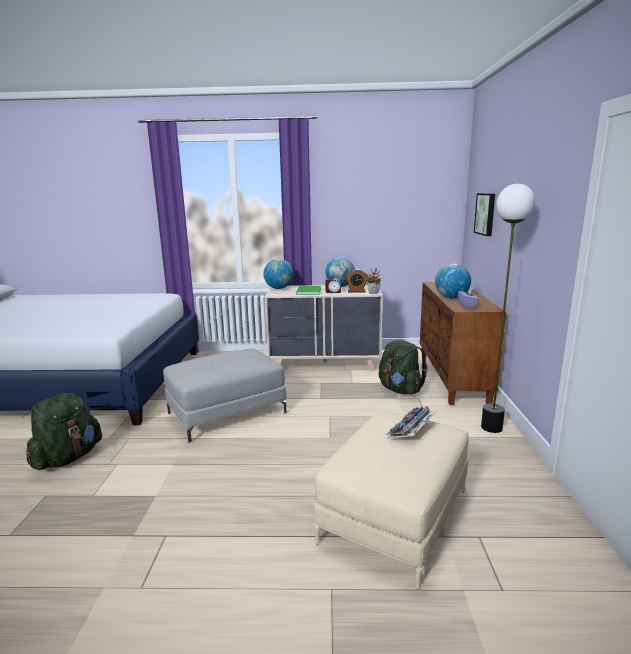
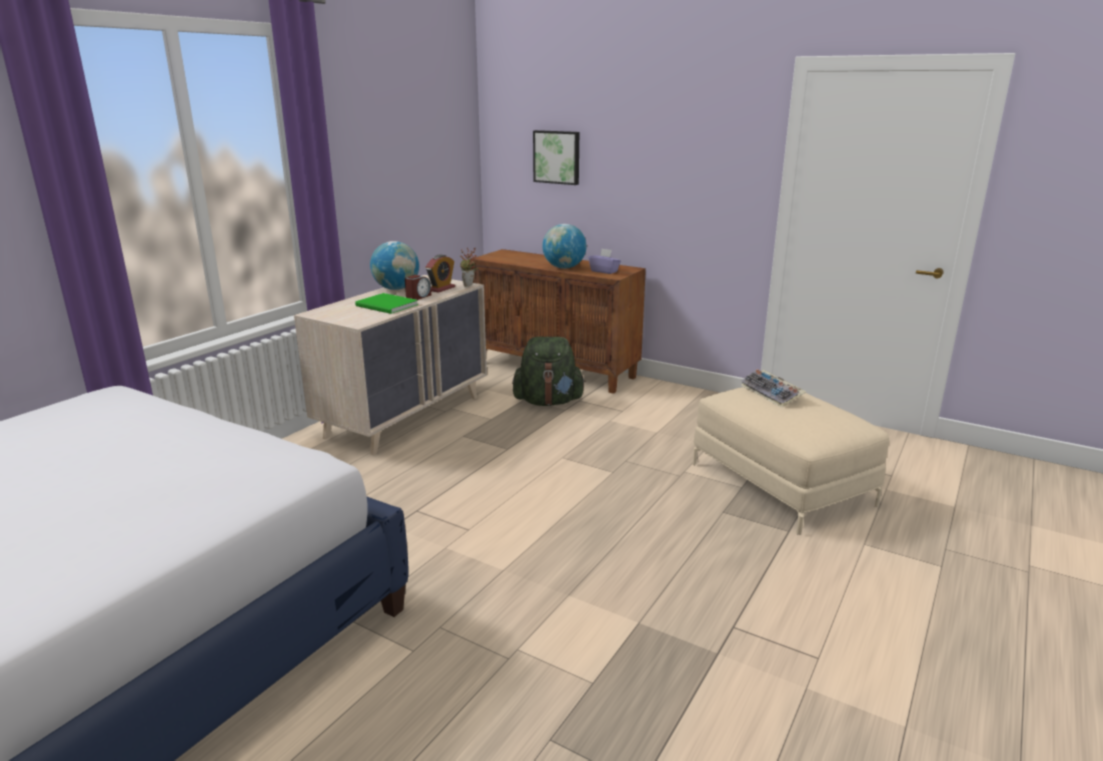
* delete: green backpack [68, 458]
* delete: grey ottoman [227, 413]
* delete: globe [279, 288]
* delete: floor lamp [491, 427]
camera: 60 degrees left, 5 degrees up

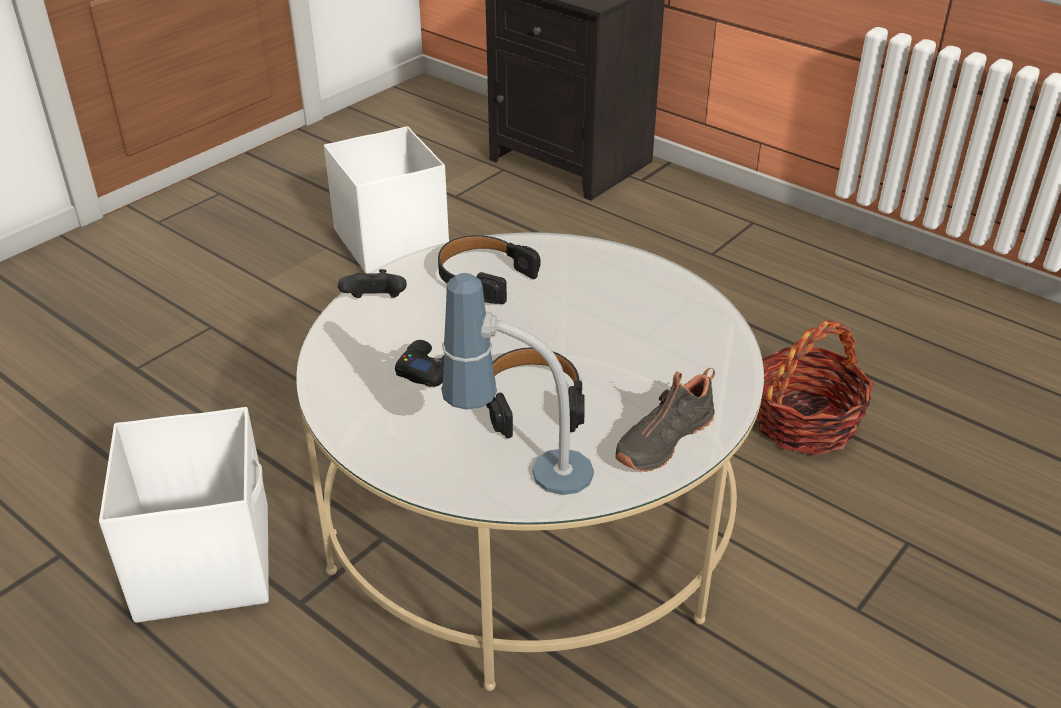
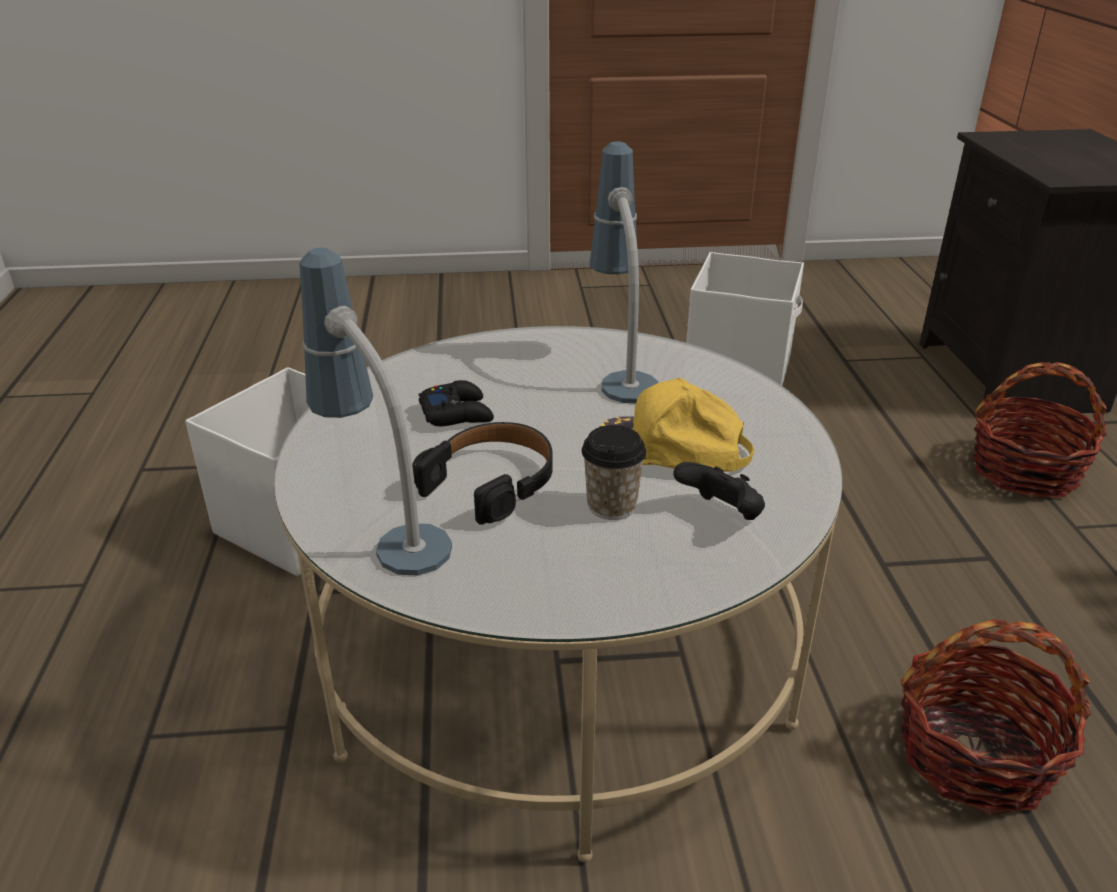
* move: black game controller [375, 302] to [721, 514]
* replace: black headphones [484, 277] to table lamp [620, 370]
* delete: black shoe [662, 439]
* insert: cup [611, 506]
* insert: yellow cap [671, 449]
* insert: basket [1025, 471]
camera: 45 degrees right, 5 degrees down

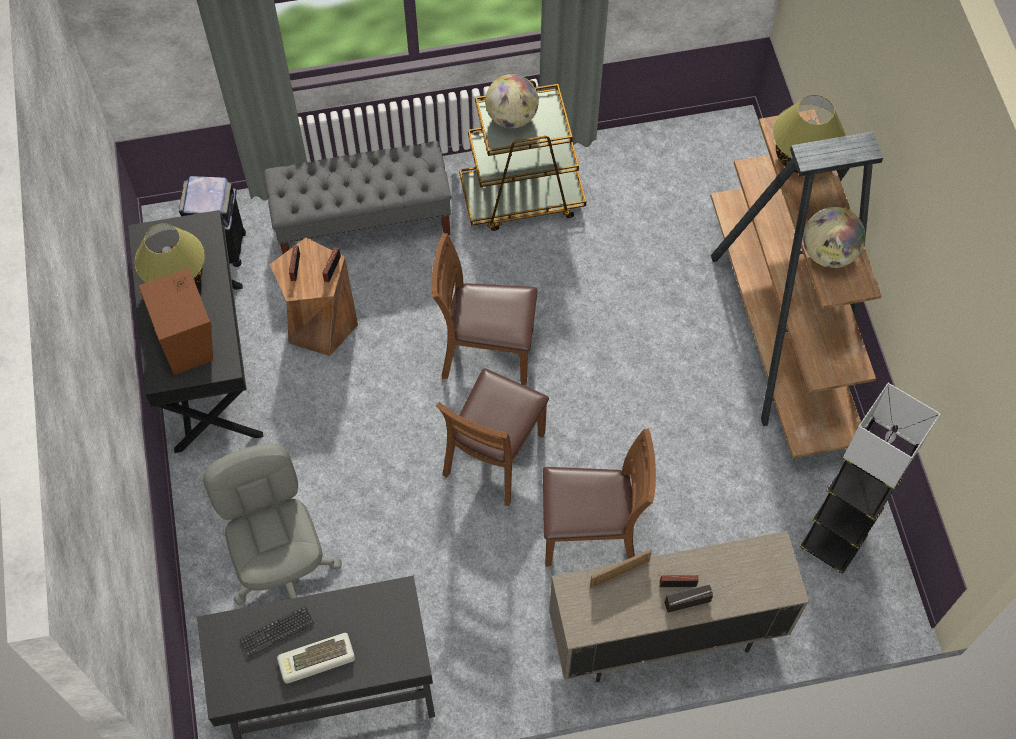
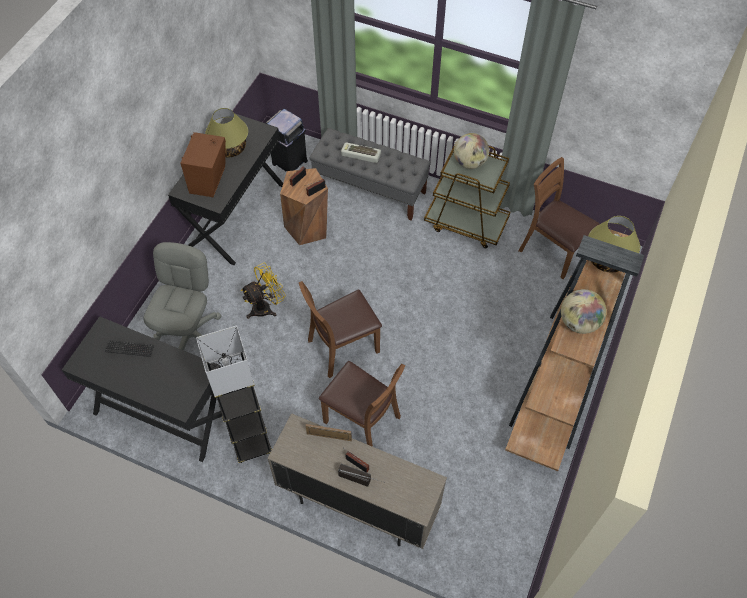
* move: keyboard [316, 661] to [360, 155]
* move: brown chair [486, 351] to [552, 251]
* move: grey floor lamp [832, 543] to [251, 444]
* insert: yellow fan [266, 307]
camera: 35 degrees right, 5 degrees down

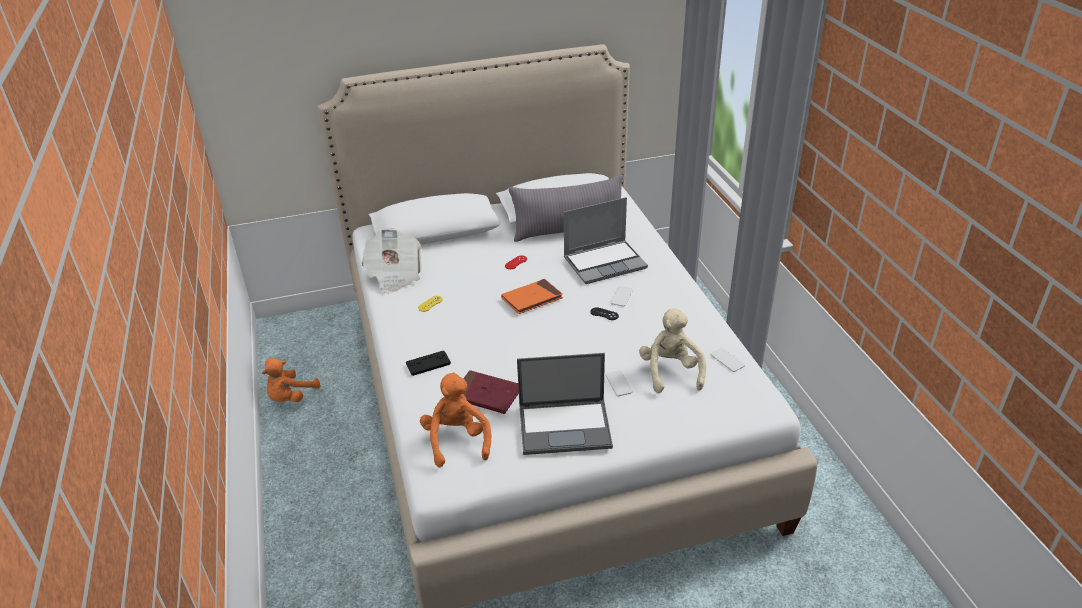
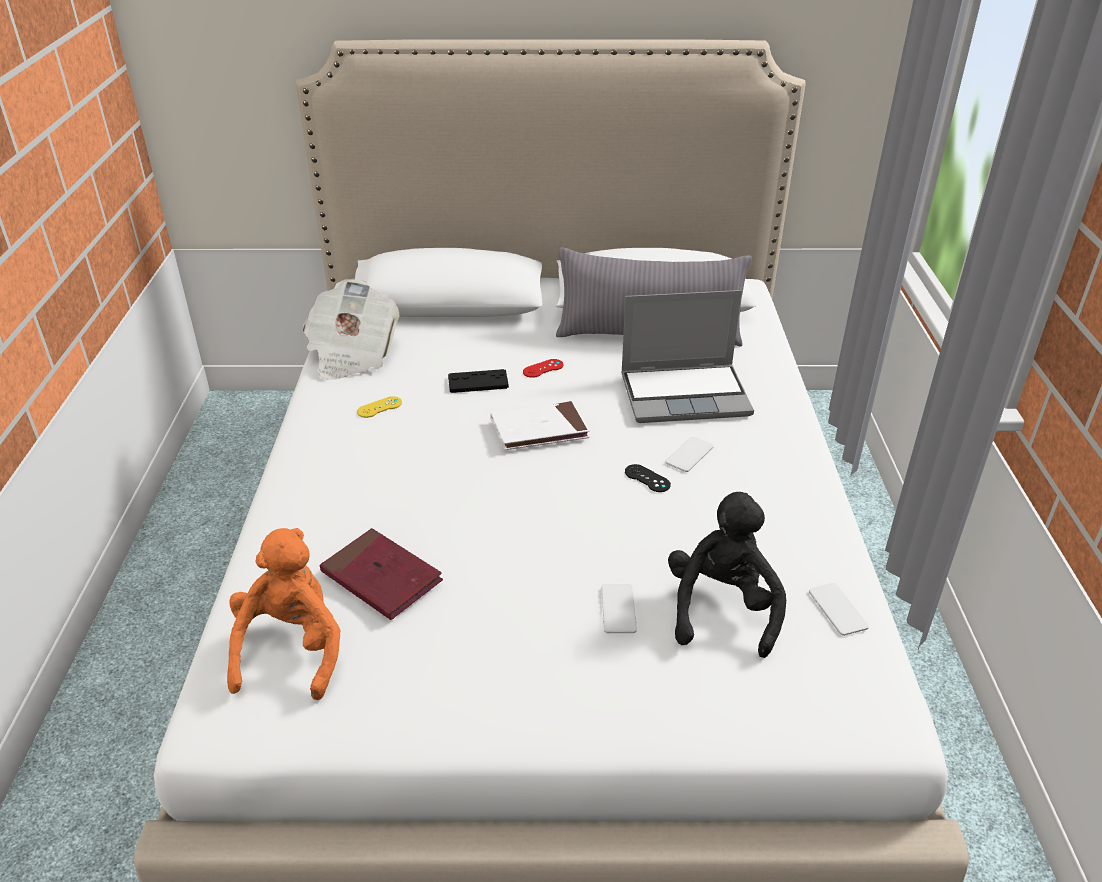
* delete: orange plush toy [291, 397]
* move: black game controller [428, 364] to [478, 382]
* recolor: orange book [532, 299] to white book [539, 430]
* delete: laptop [566, 426]
* recolor: beige plush toy [670, 372] to black plush toy [722, 608]
camera: 15 degrees right, 0 degrees up

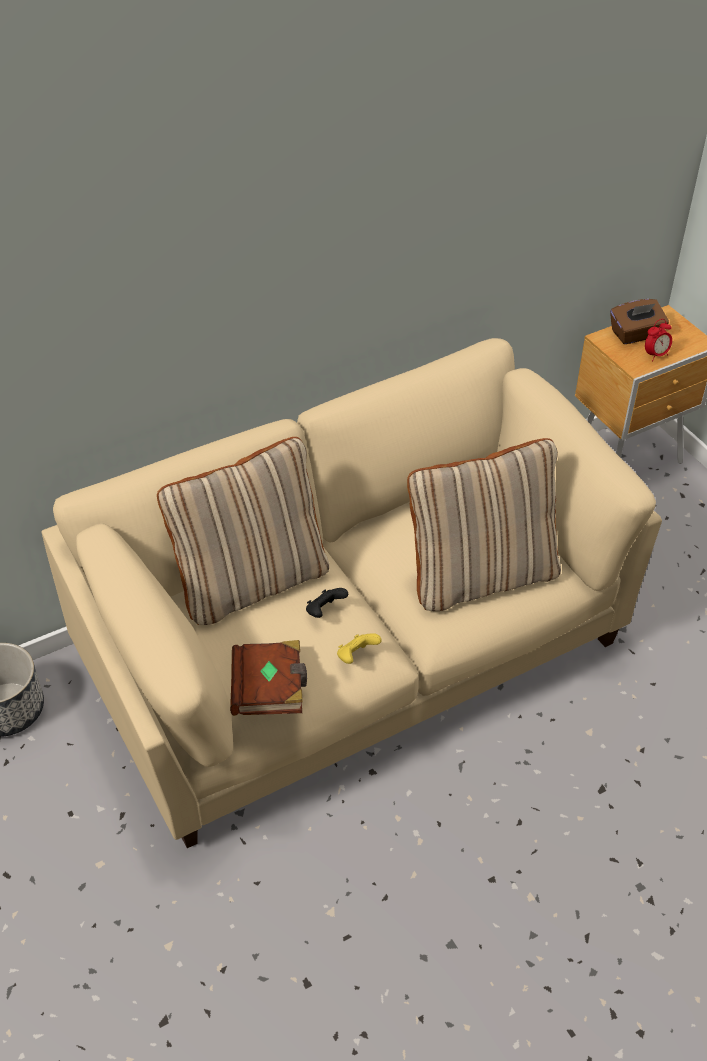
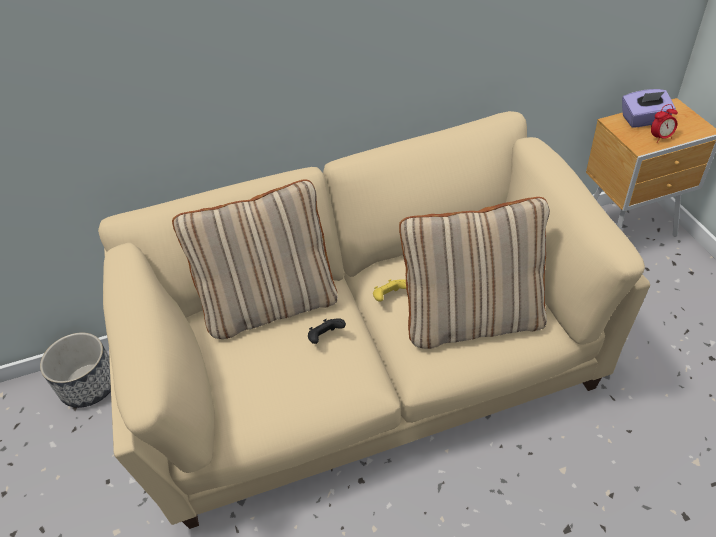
* delete: brown book [270, 691]
* move: yellow game controller [356, 656] to [389, 297]
* recolor: brown tissue box [636, 334] to purple tissue box [644, 120]
camera: 15 degrees right, 0 degrees up

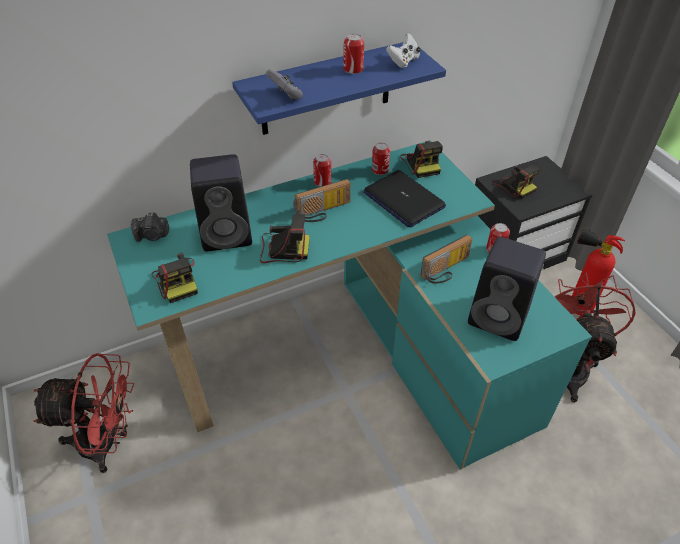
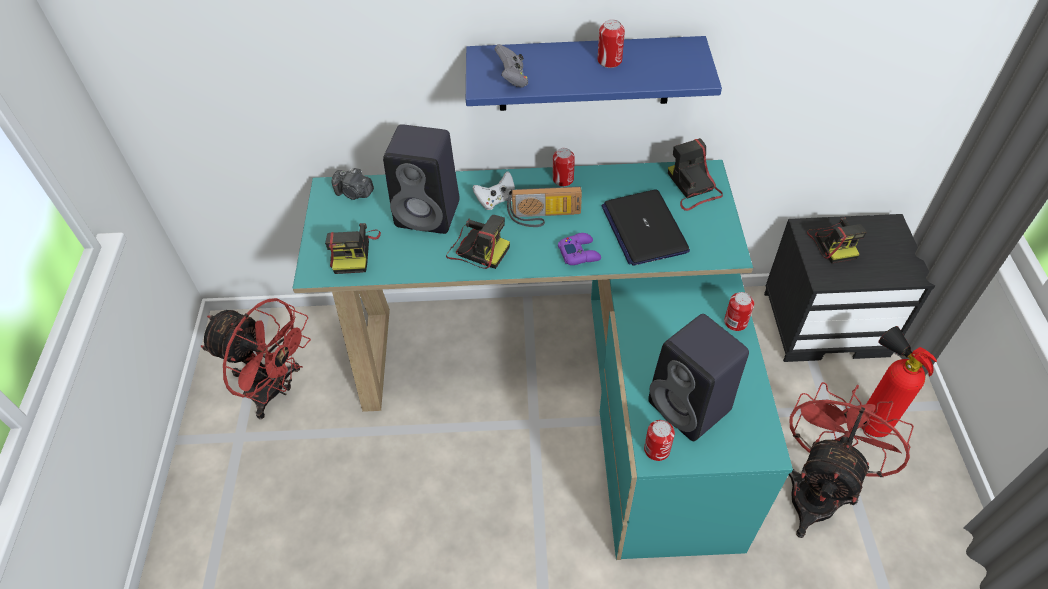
* move: can [380, 170] to [657, 449]
* move: white game controller [403, 61] to [496, 200]
* rotate: photo camera [421, 163] = [692, 188] 150 degrees clockwise
* delete: radio [447, 270]
* insert: purple game controller [579, 253]
camera: 25 degrees right, 5 degrees up

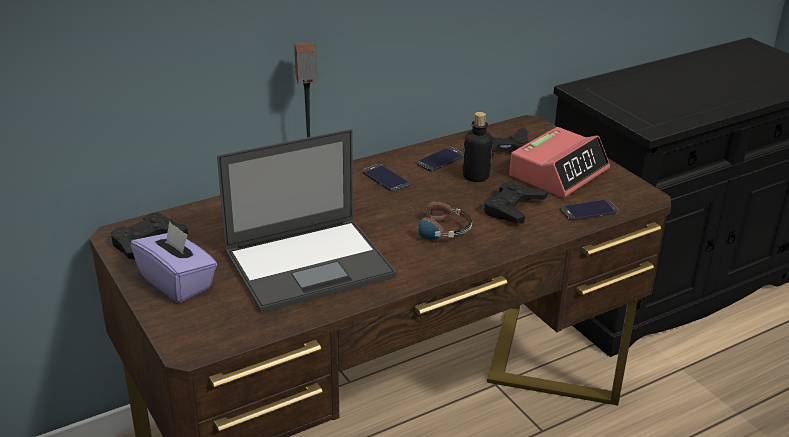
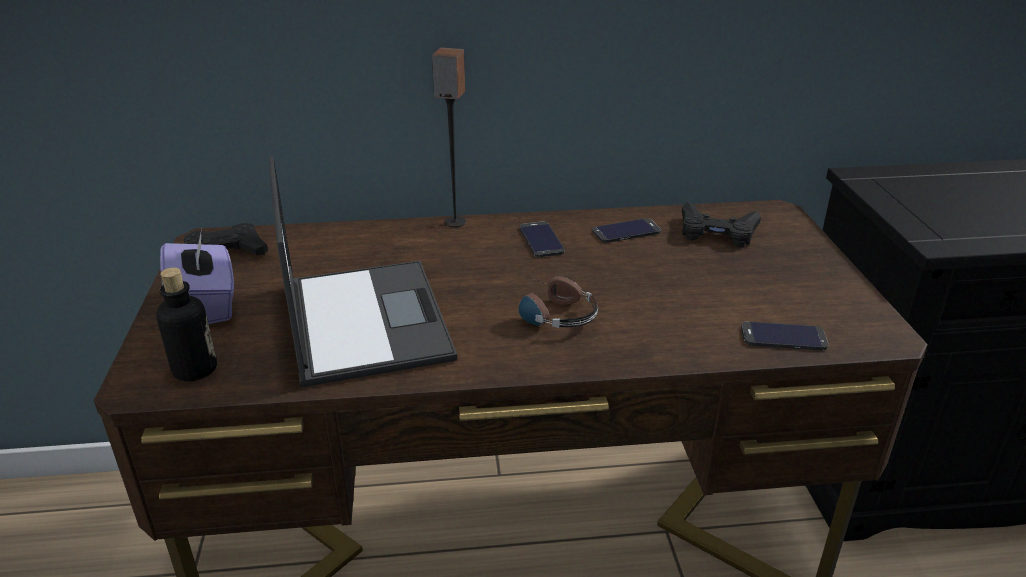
* rotate: laptop [311, 264] = [365, 319] 105 degrees counterclockwise
* move: bottle [476, 176] to [195, 369]
* delete: black game controller [513, 208]
* delete: alarm clock [559, 173]
camera: 25 degrees right, 0 degrees up

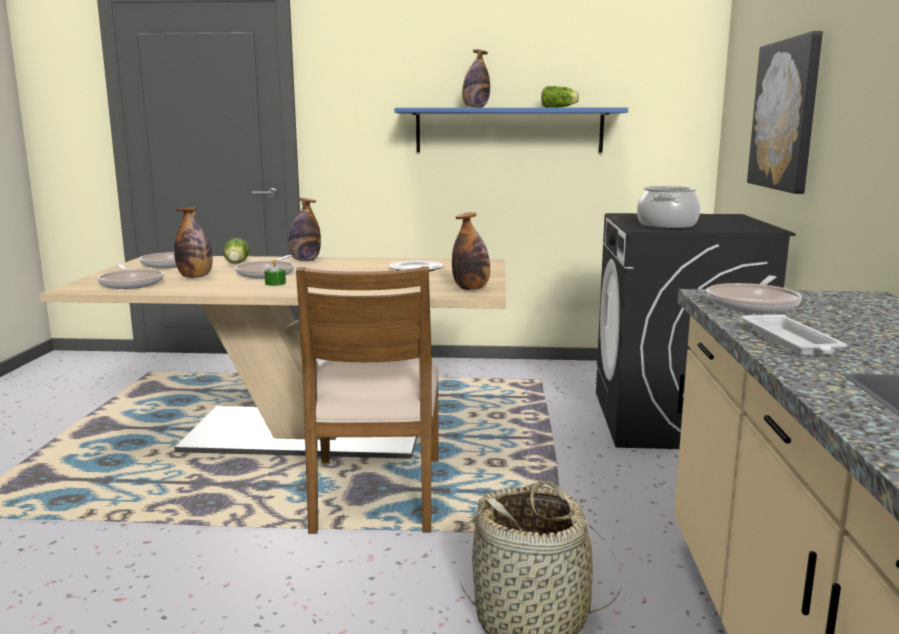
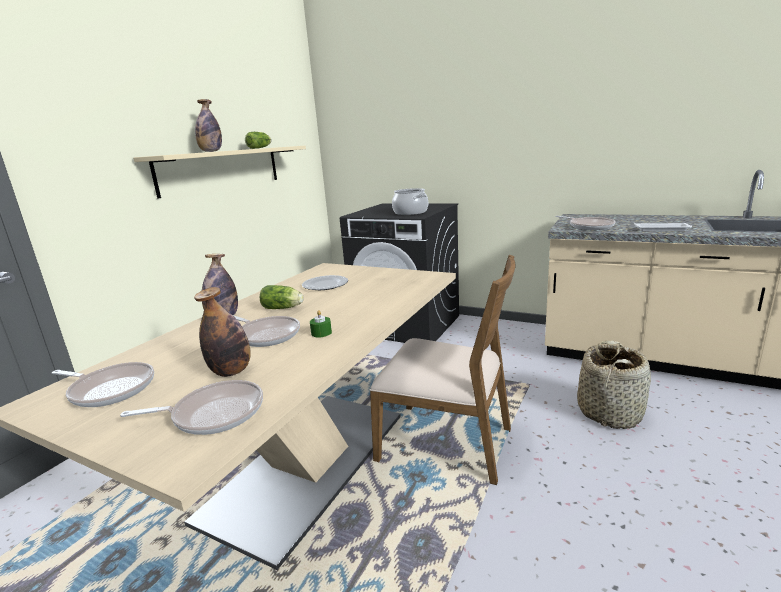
* move: lettuce [236, 264] to [283, 308]
* recolor: blue shelf [509, 130] to beige shelf [221, 169]
* delete: bottle [471, 288]
* delete: picture [785, 115]
camera: 65 degrees left, 5 degrees up

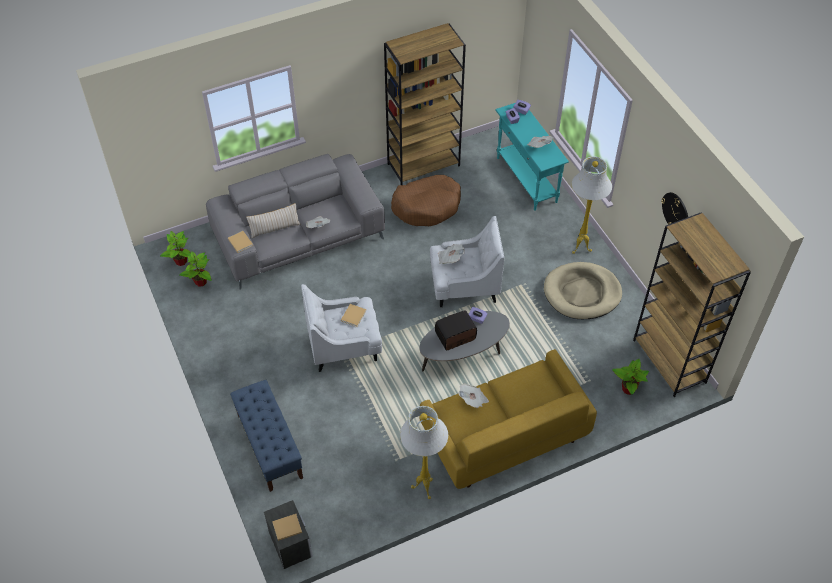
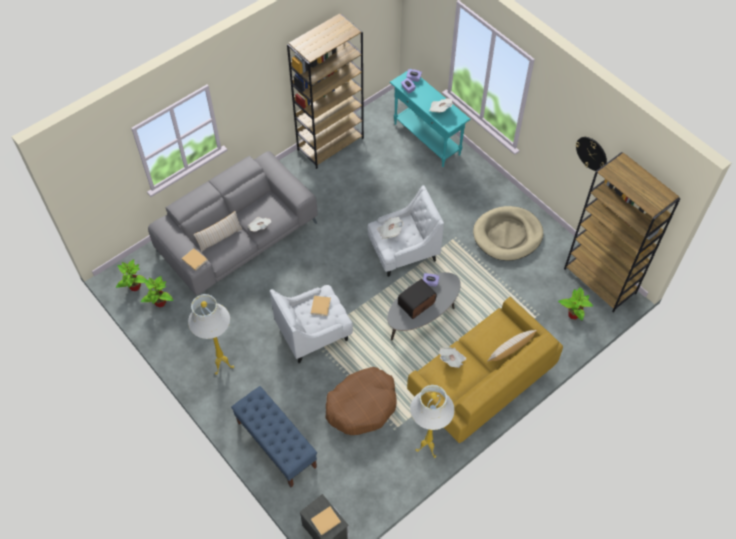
* move: brown dog bed [427, 206] to [362, 405]
* move: white floor lamp [579, 248] to [222, 366]
* insert: beige pillow [510, 350]
camera: 15 degrees left, 5 degrees up

